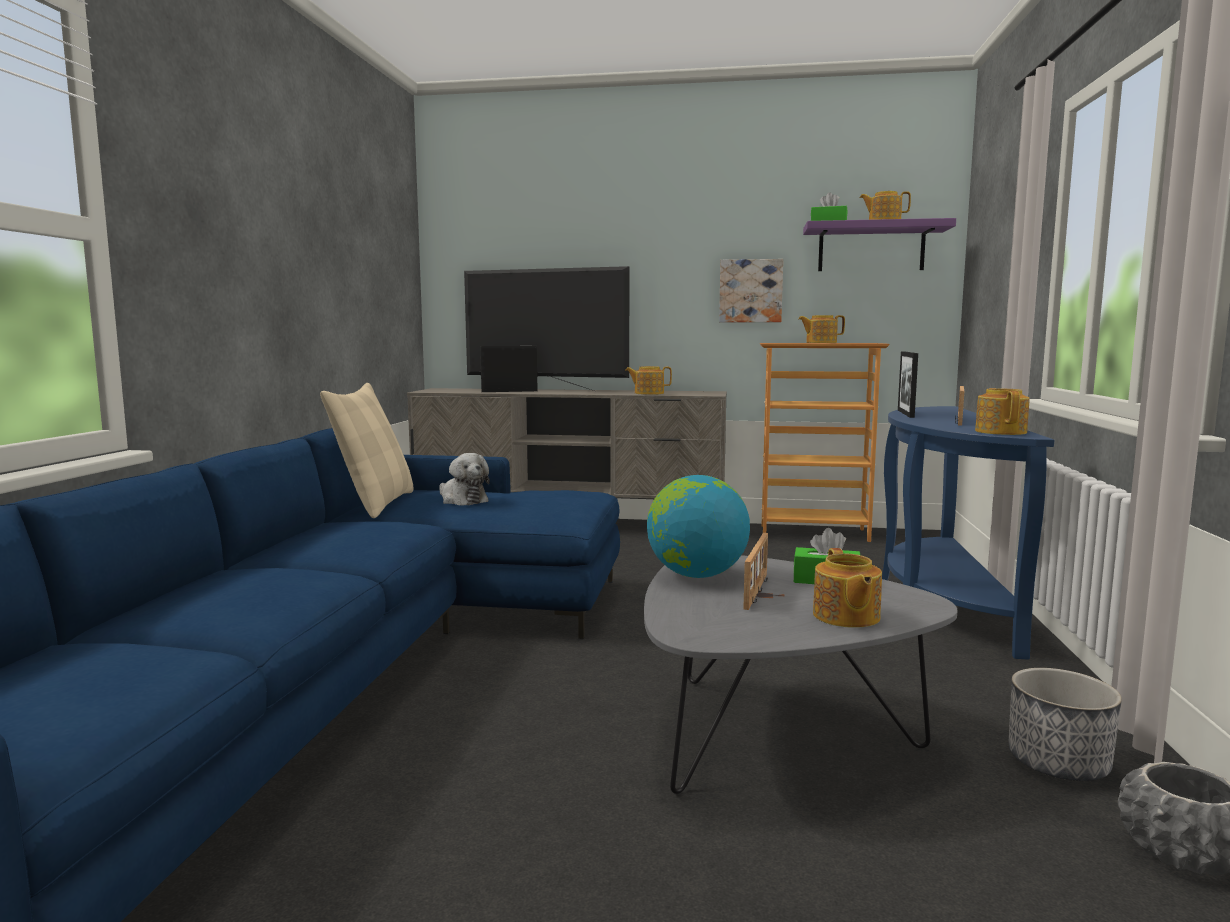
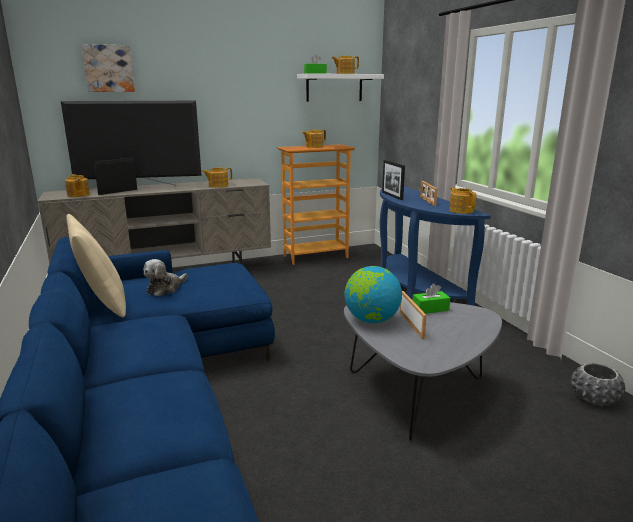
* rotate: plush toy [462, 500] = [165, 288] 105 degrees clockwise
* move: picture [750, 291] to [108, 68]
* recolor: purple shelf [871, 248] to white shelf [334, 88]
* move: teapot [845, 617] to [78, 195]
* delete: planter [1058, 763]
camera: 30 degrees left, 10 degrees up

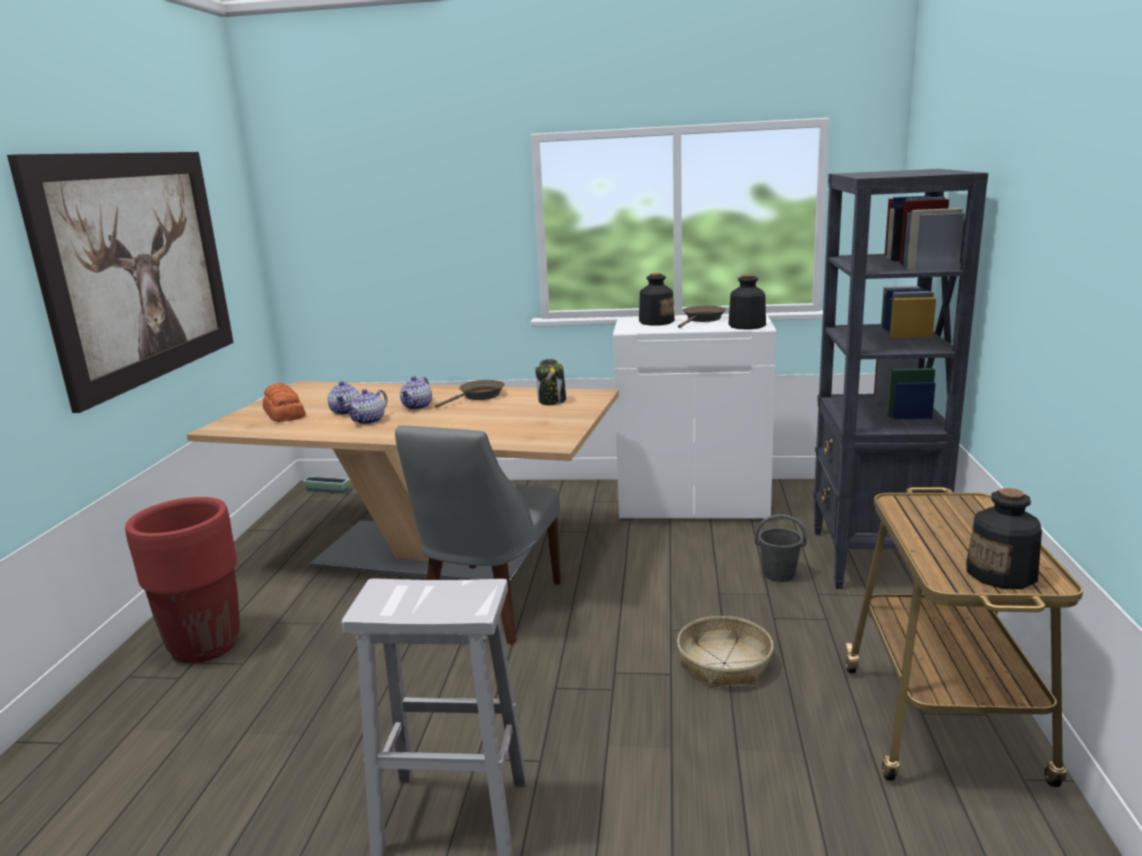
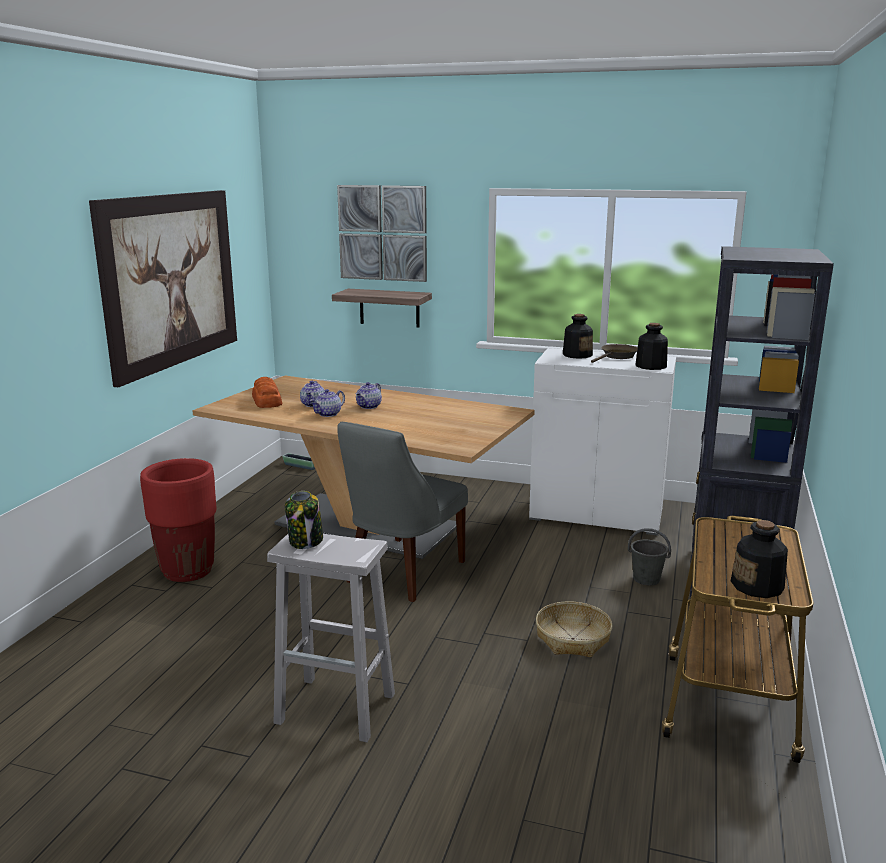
* delete: brown frying pan [479, 396]
* move: jar [552, 401] to [306, 541]
* insert: shelf [389, 308]
* insert: picture [382, 233]
camera: 10 degrees right, 0 degrees up

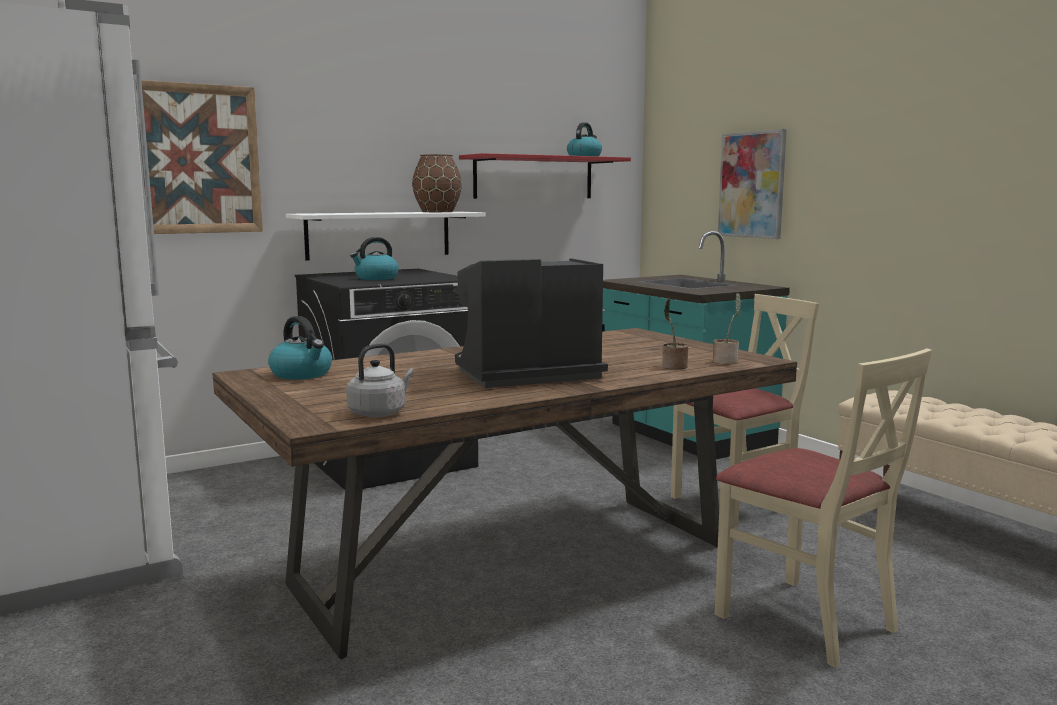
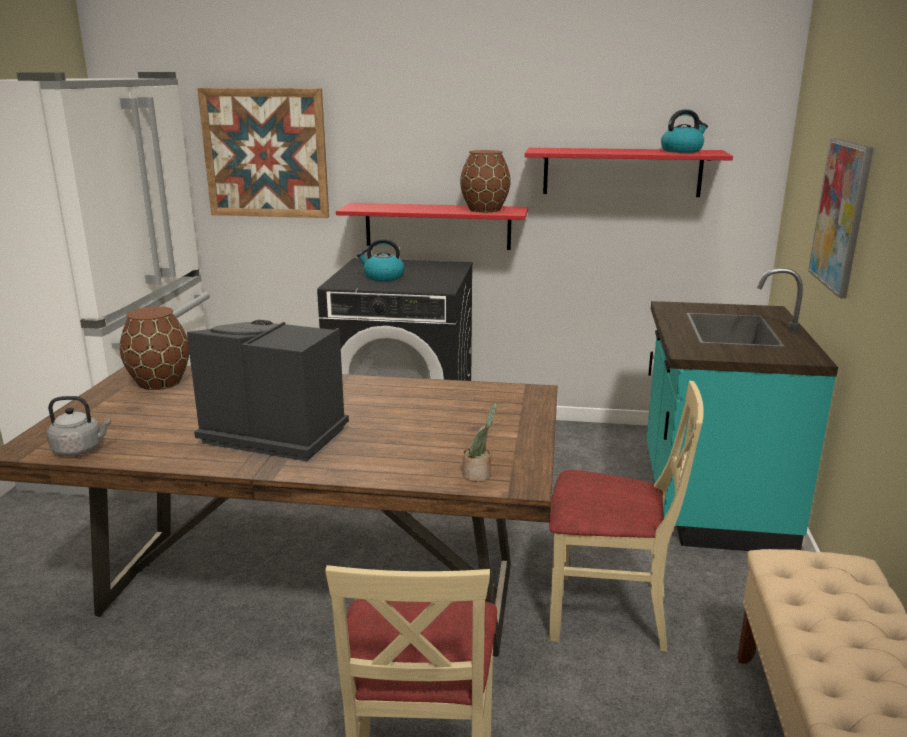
* replace: kettle [302, 374] to brown vase [160, 382]
* recolor: white shelf [379, 235] to red shelf [437, 226]
* delete: potted plant [673, 367]
camera: 40 degrees right, 10 degrees up

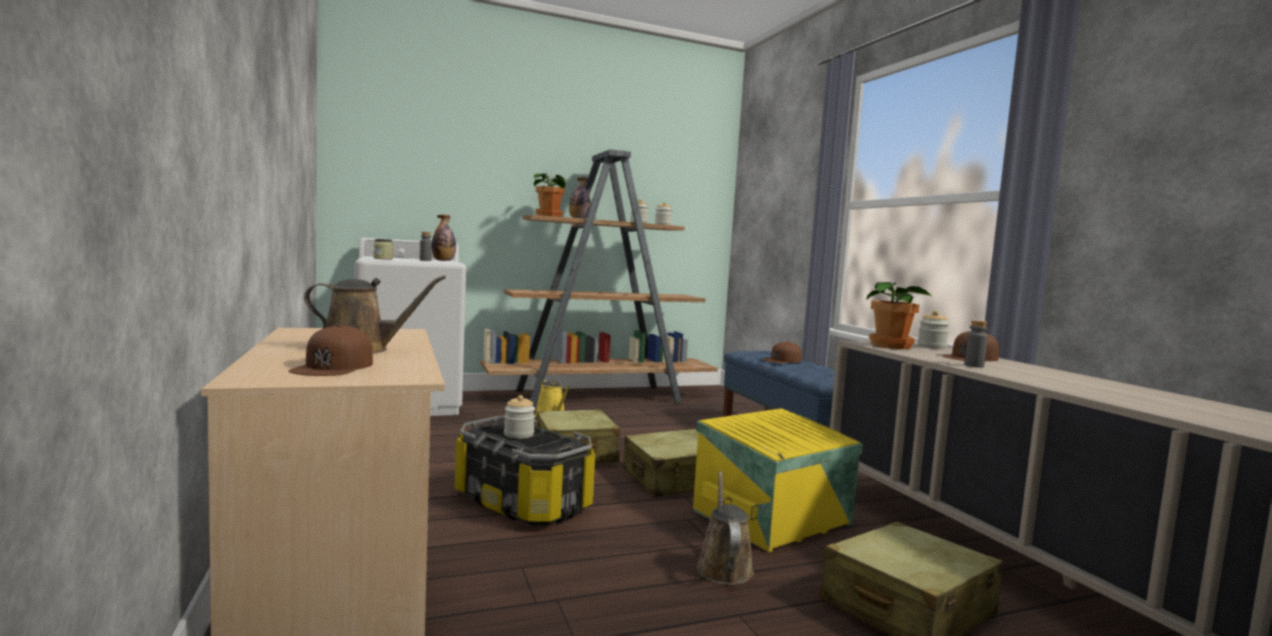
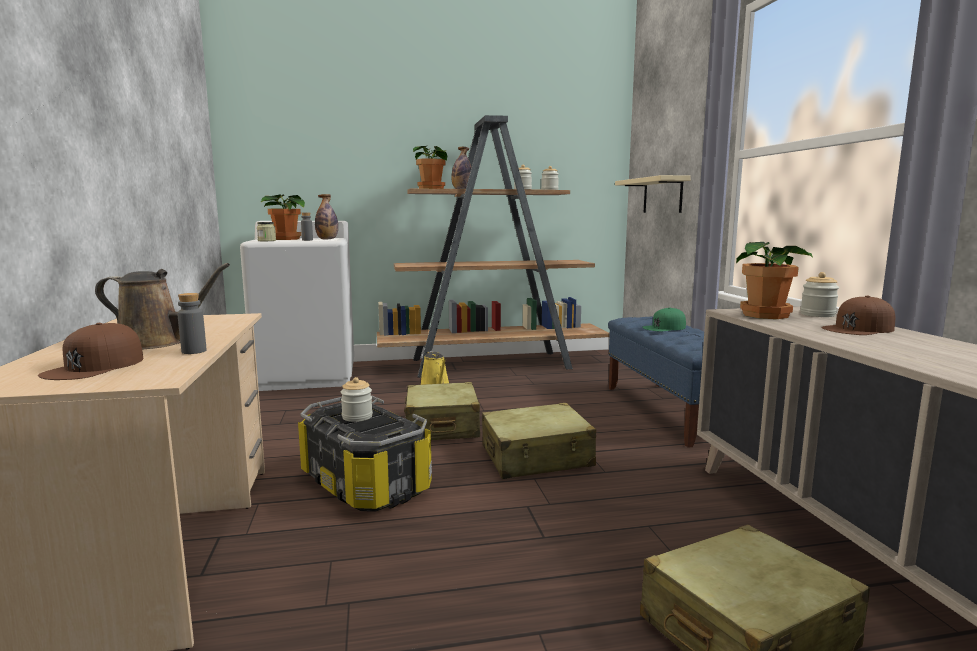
* delete: yellow storage box [774, 517]
* delete: brown watering can [723, 567]
* recolor: brown cap [782, 360] to green cap [664, 327]
* move: grey bottle [974, 366] to [194, 351]
* insert: potted plant [286, 239]
* insert: beige shelf [662, 195]
camera: 10 degrees right, 5 degrees up

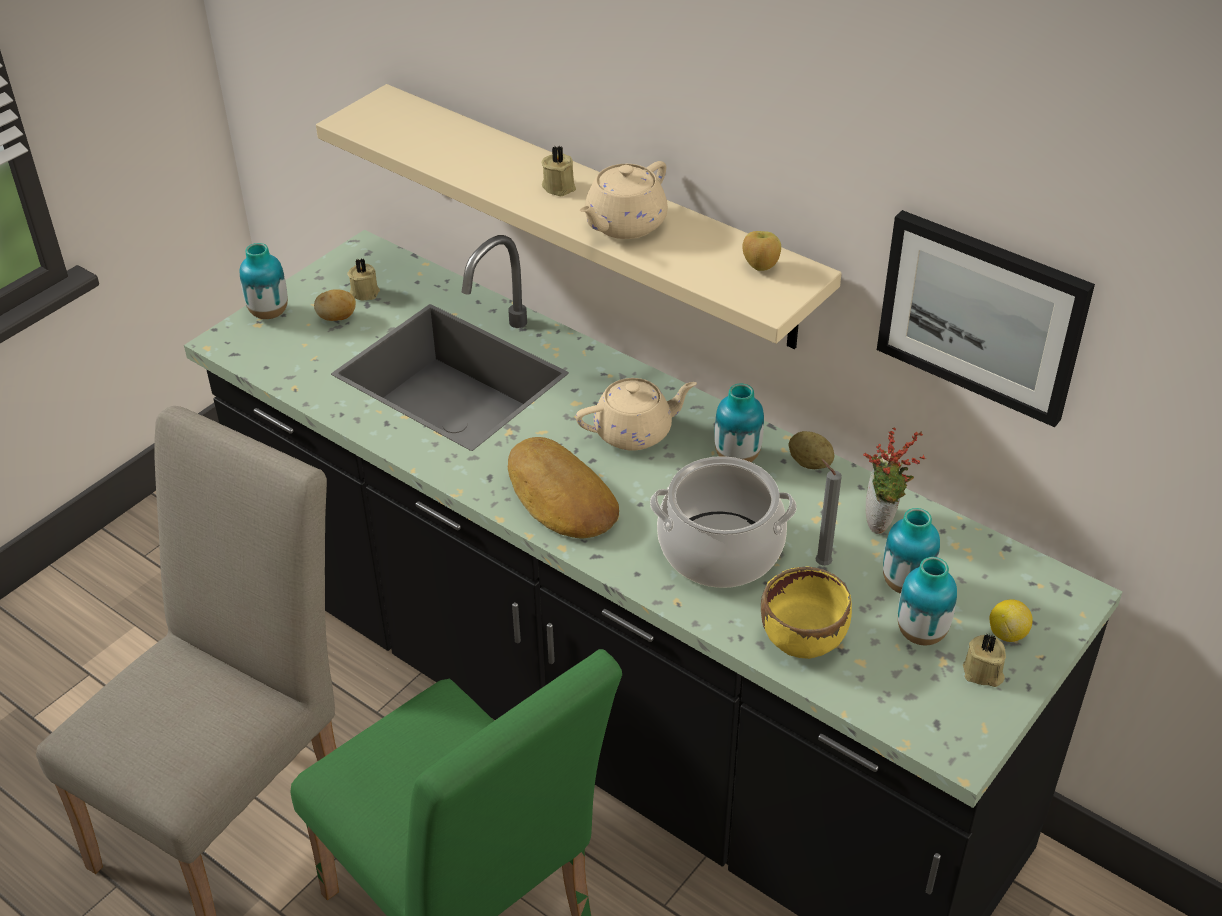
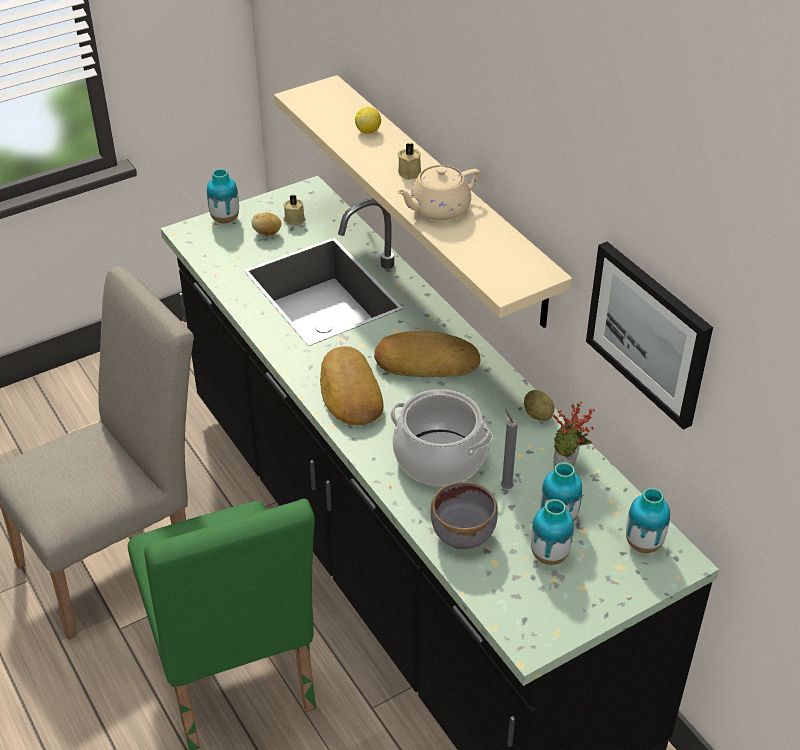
* replace: beige teapot [635, 432] to bread [426, 361]
* move: vase [737, 457] to [643, 544]
* delete: apple [760, 267]
* recolor: yellow bowl [803, 639] to grey bowl [463, 535]
* delete: beige candle [983, 673]
* move: lemon [1007, 633] to [368, 131]
camera: 20 degrees right, 0 degrees up

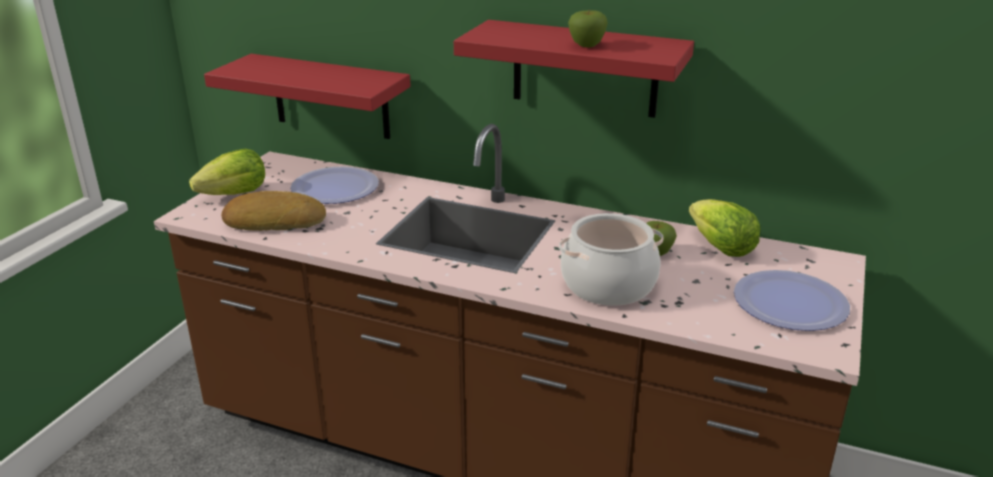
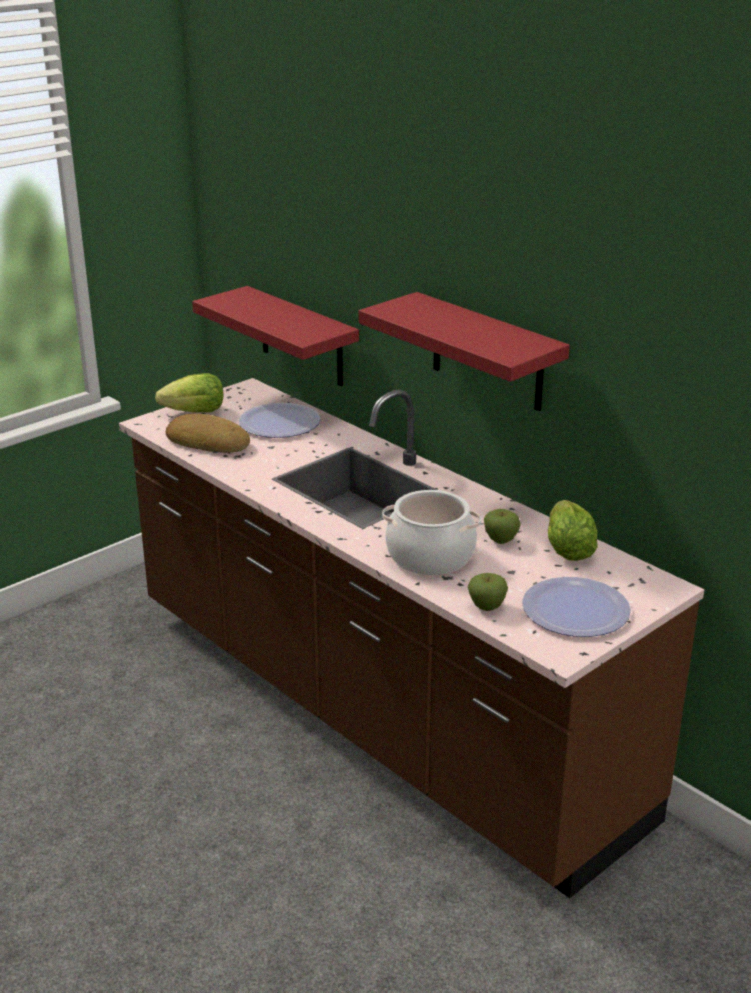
* move: apple [586, 45] to [487, 607]
camera: 25 degrees right, 0 degrees up

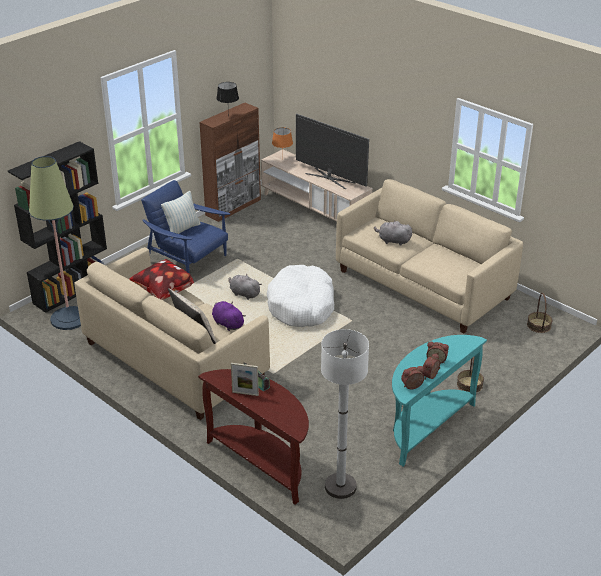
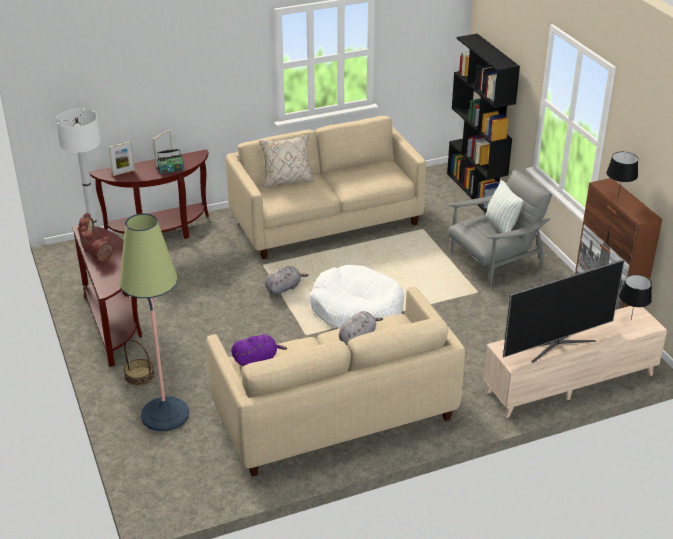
* move: floor lamp [69, 318] to [165, 414]
* delete: pillow [163, 292]
* recolor: blue armchair [188, 260] to grey armchair [494, 261]
* move: purple plush toy [227, 323] to [257, 359]
* move: grey plush toy [244, 294] to [284, 288]
* recolor: orange table lamp [282, 159] to black table lamp [631, 320]
* recolor: turquoise console table [426, 426] to brown console table [114, 326]
* delete: basket [539, 325]
* insert: picture frame [123, 172]
camera: 115 degrees right, 0 degrees up

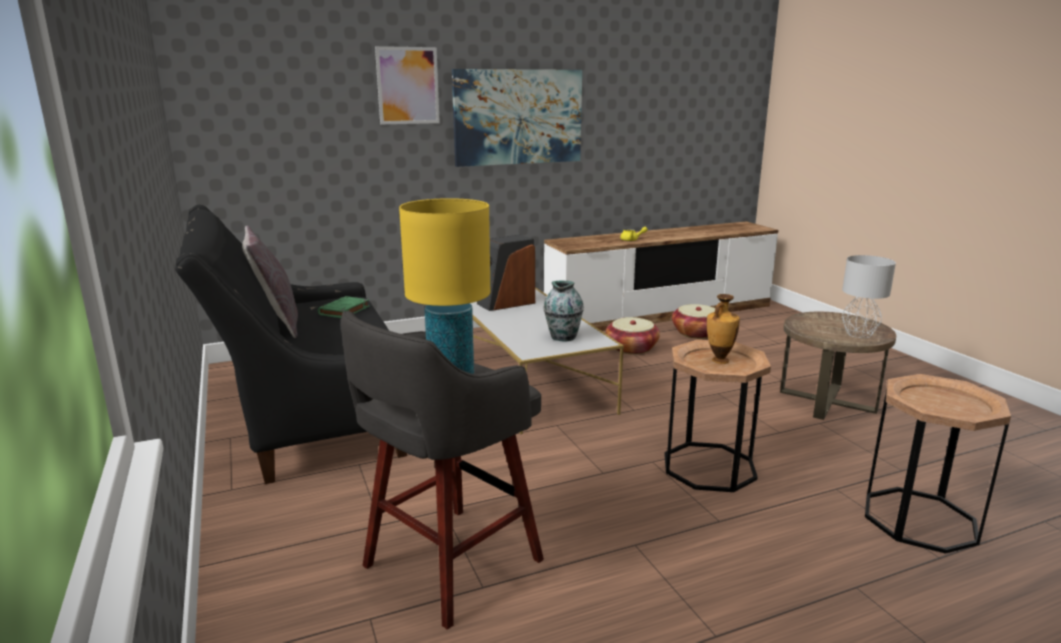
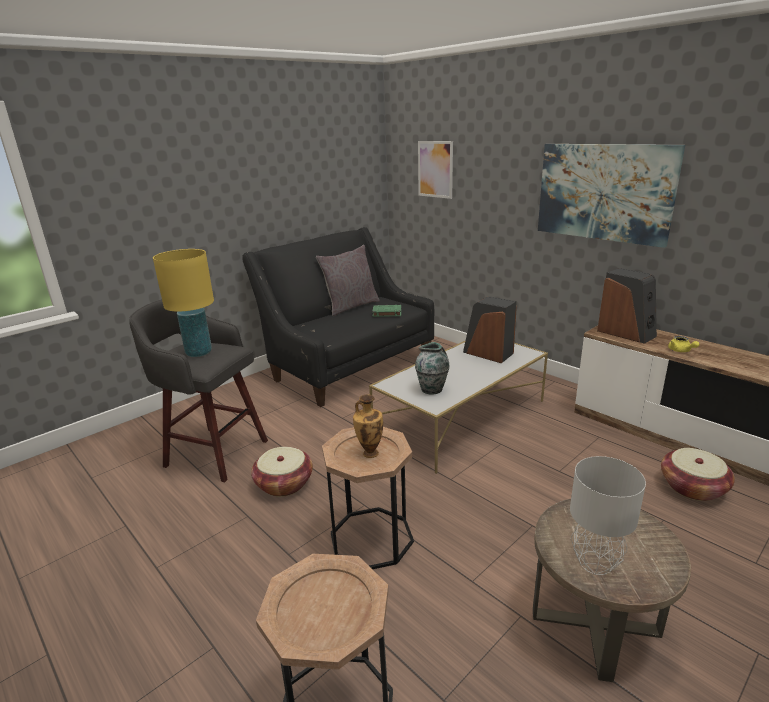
* move: picture [408, 85] to [435, 169]
* move: basket [631, 348] to [284, 484]
* insert: speaker [626, 333]
camera: 70 degrees right, 5 degrees up

